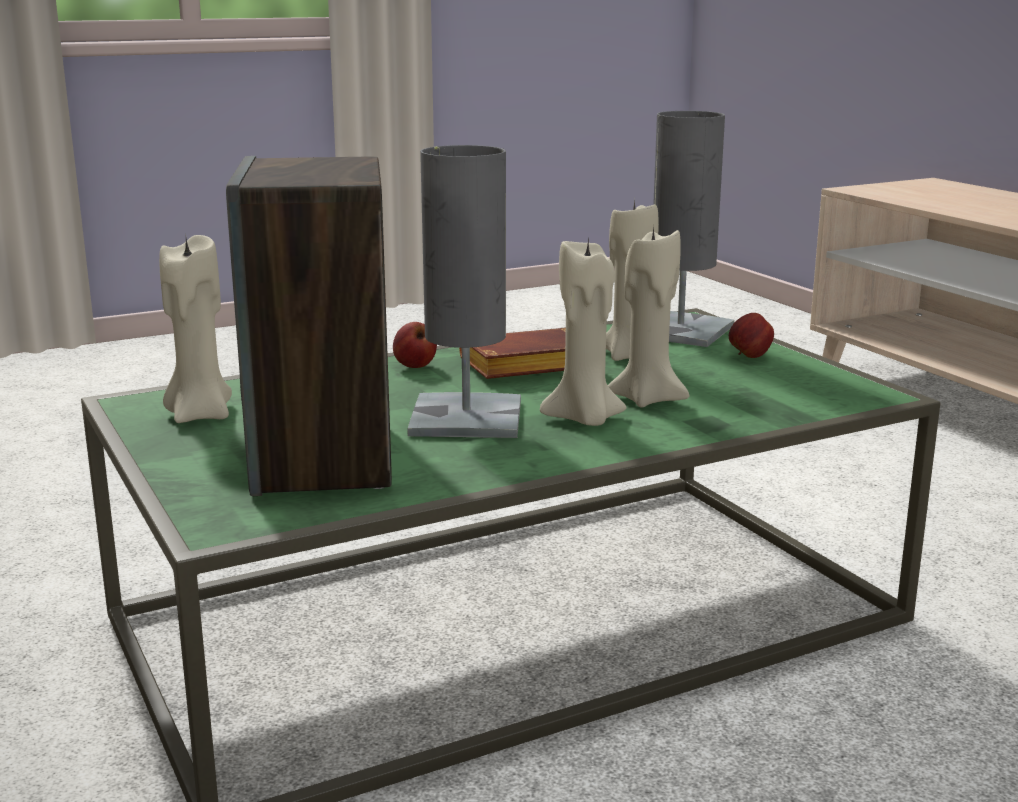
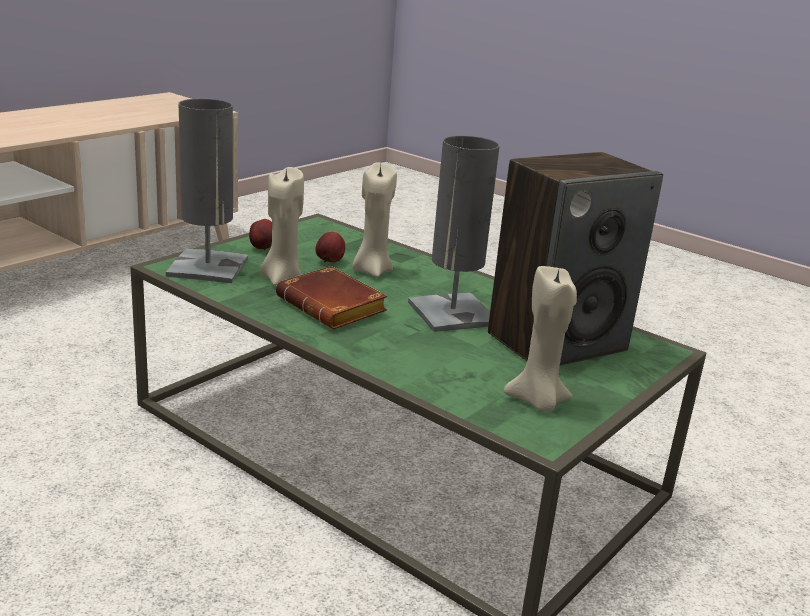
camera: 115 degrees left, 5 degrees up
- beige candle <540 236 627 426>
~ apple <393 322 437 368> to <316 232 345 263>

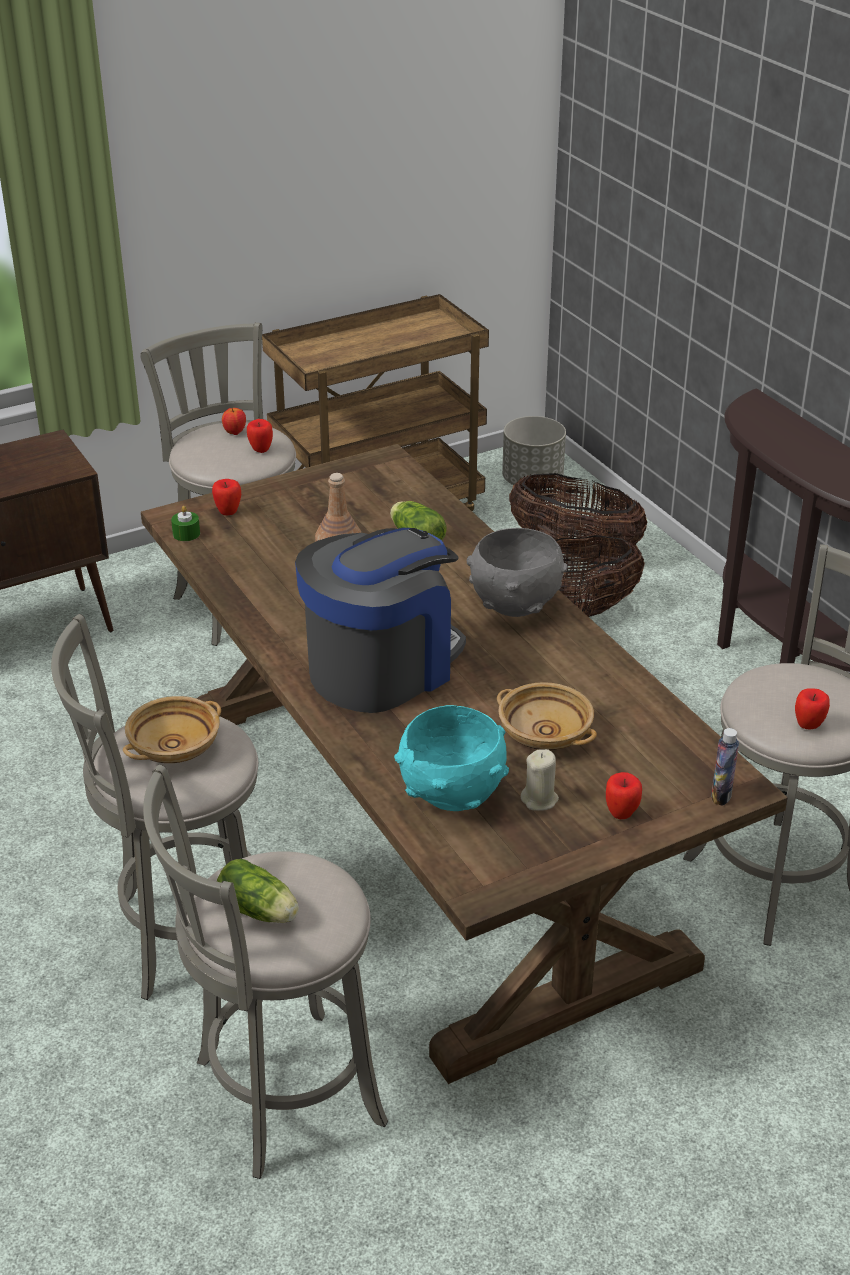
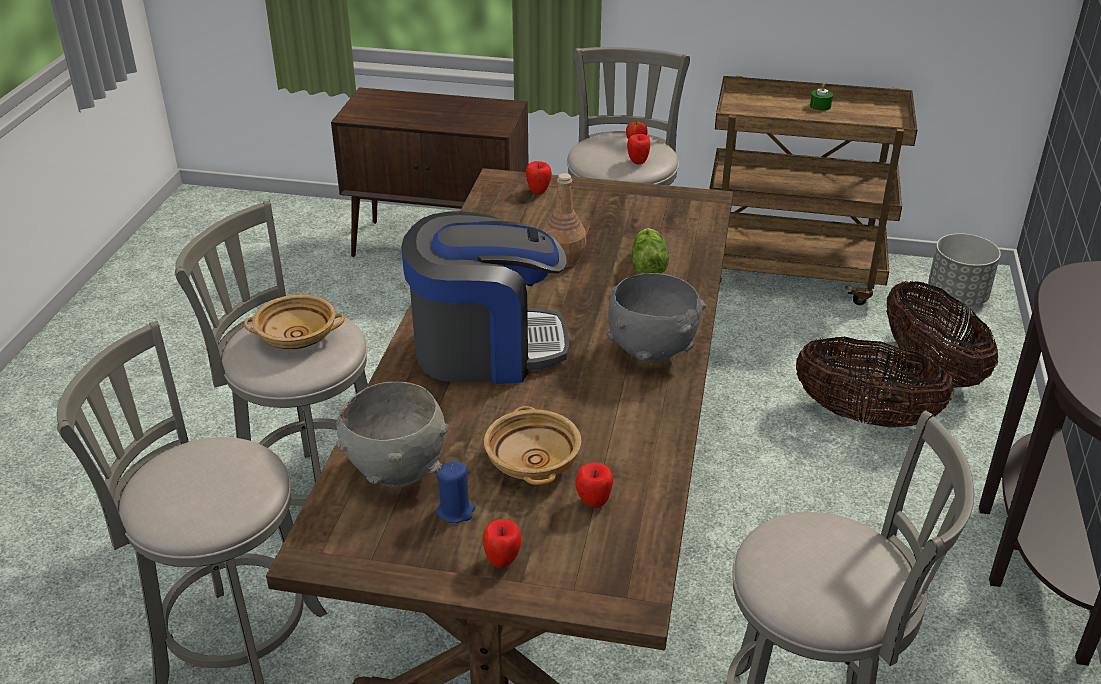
camera: 40 degrees right, 0 degrees up
~ green candle <171 506 200 541> to <810 83 833 111>
~ apple <795 689 830 729> to <576 462 613 508>
~ turquoise bowl <394 705 509 811> to grey bowl <336 382 449 488>
- bottle <711 728 739 806>
~ beige candle <521 749 559 811> to blue candle <436 461 476 523>
- lettuce <217 859 299 923>

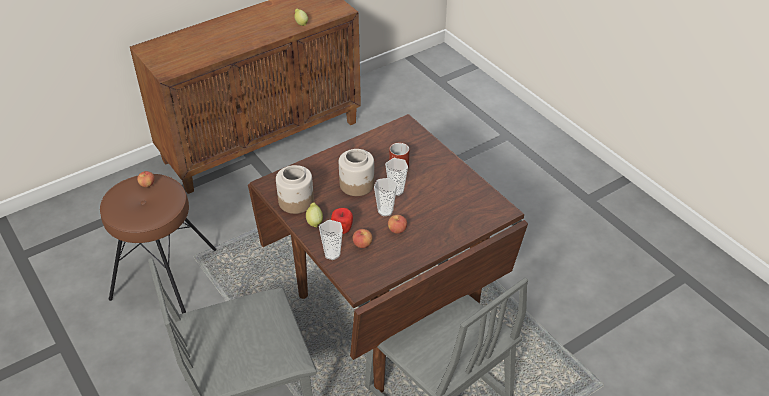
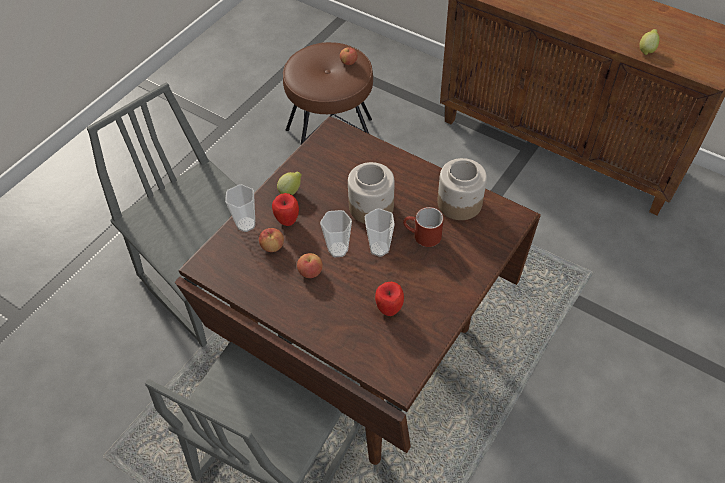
camera: 70 degrees right, 10 degrees up
~ jar <276 165 314 214> to <437 158 487 220>
+ apple <375 282 404 316>

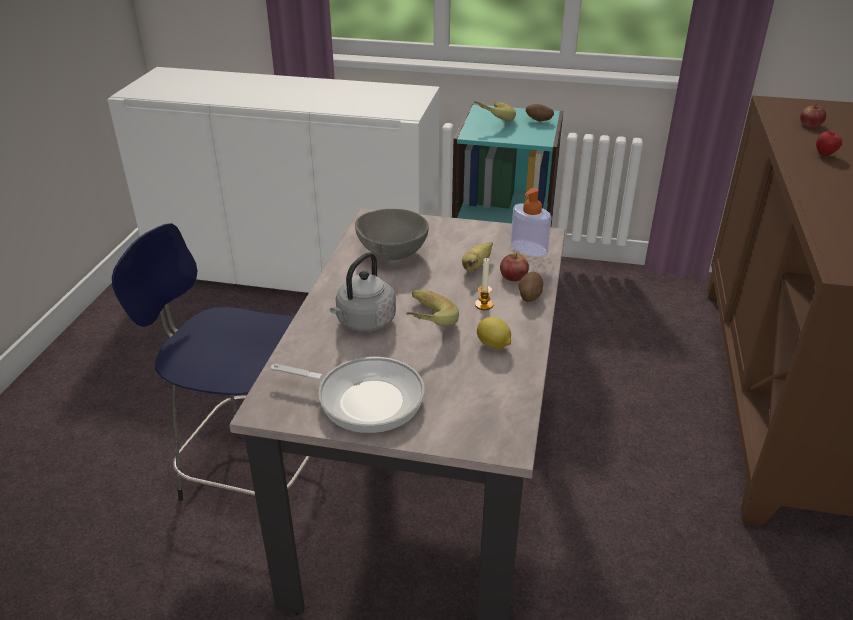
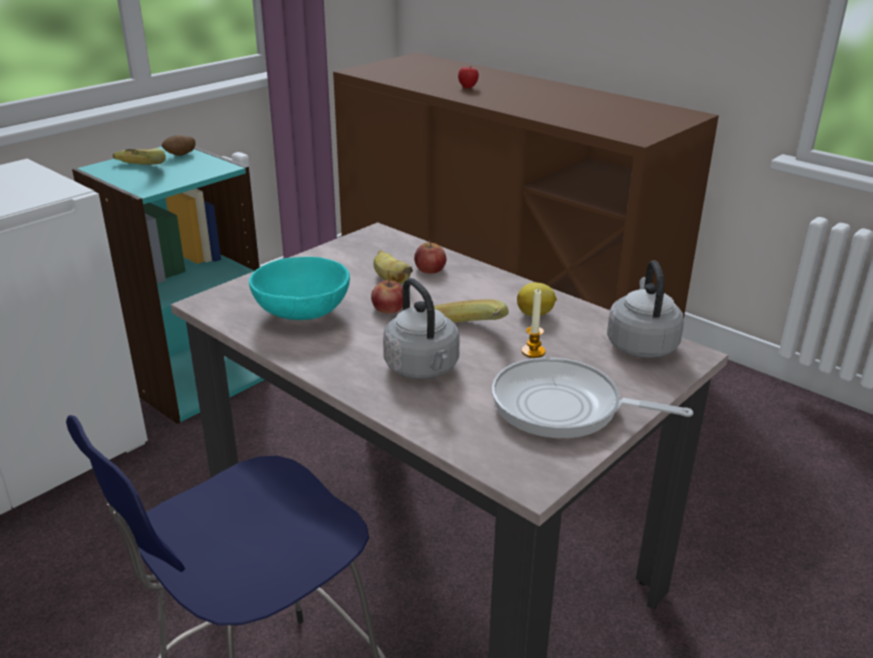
camera: 60 degrees left, 5 degrees down
~ apple <800 104 826 127> to <371 280 403 314>
- soap dispenser <511 188 552 257>
~ grey bowl <355 209 429 260> to turquoise bowl <249 257 350 320>
~ candle <475 257 493 310> to <522 289 545 358>
- potato <518 272 543 302>
~ frying pan <270 357 424 433> = <492 357 693 438> 120 degrees counterclockwise
+ grey kettle <607 260 684 358>

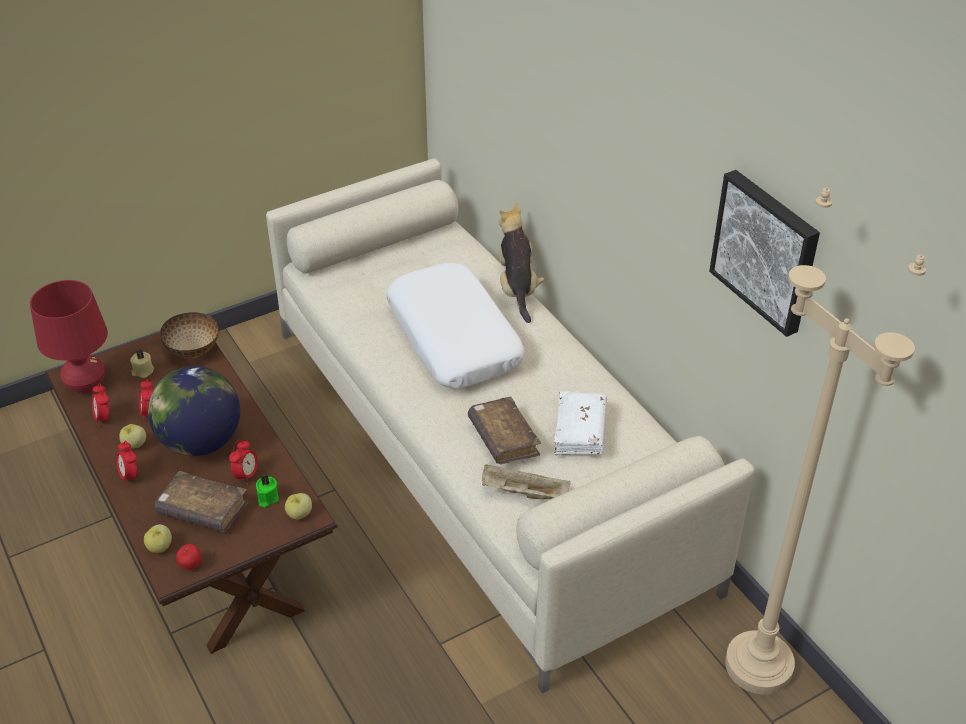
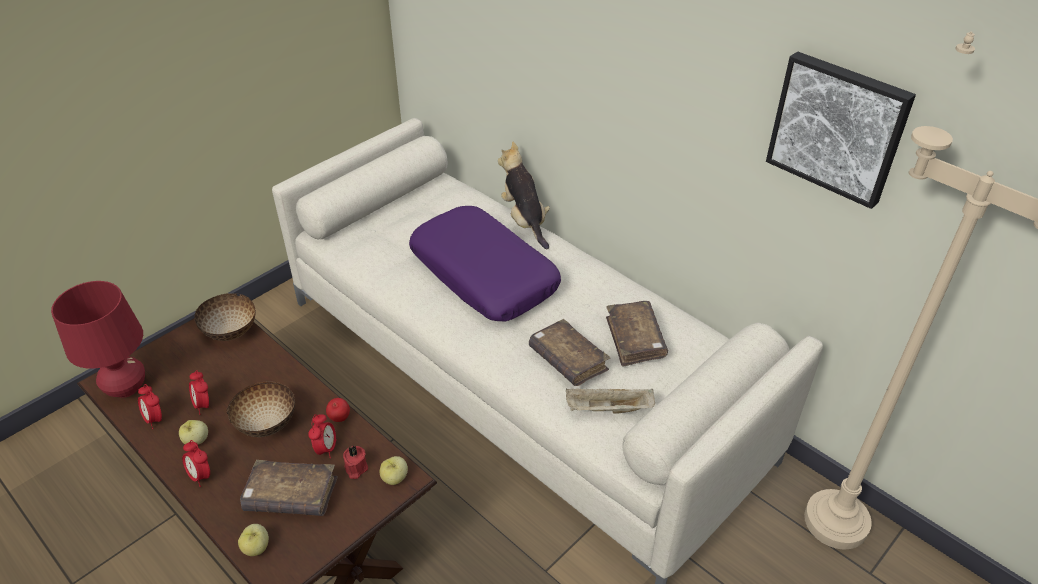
camera: 15 degrees left, 0 degrees up
~ white pillow <386 263 525 389> to purple pillow <409 206 561 321>
- beige candle <130 349 154 378>
~ globe <148 366 240 456> to bowl <226 381 295 437>
~ white book <554 391 607 455> to brown book <606 301 668 367>
~ green candle <256 474 279 507> to red candle <343 446 368 479>
~ apple <176 544 202 570> to <326 398 350 422>

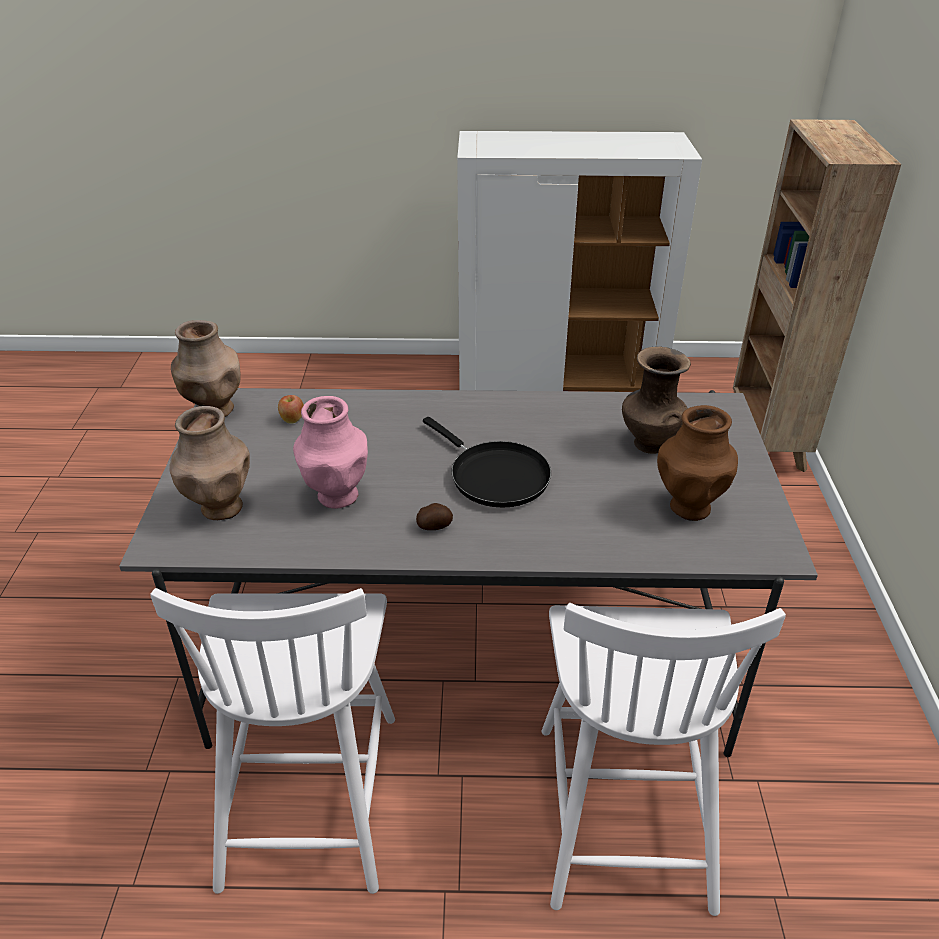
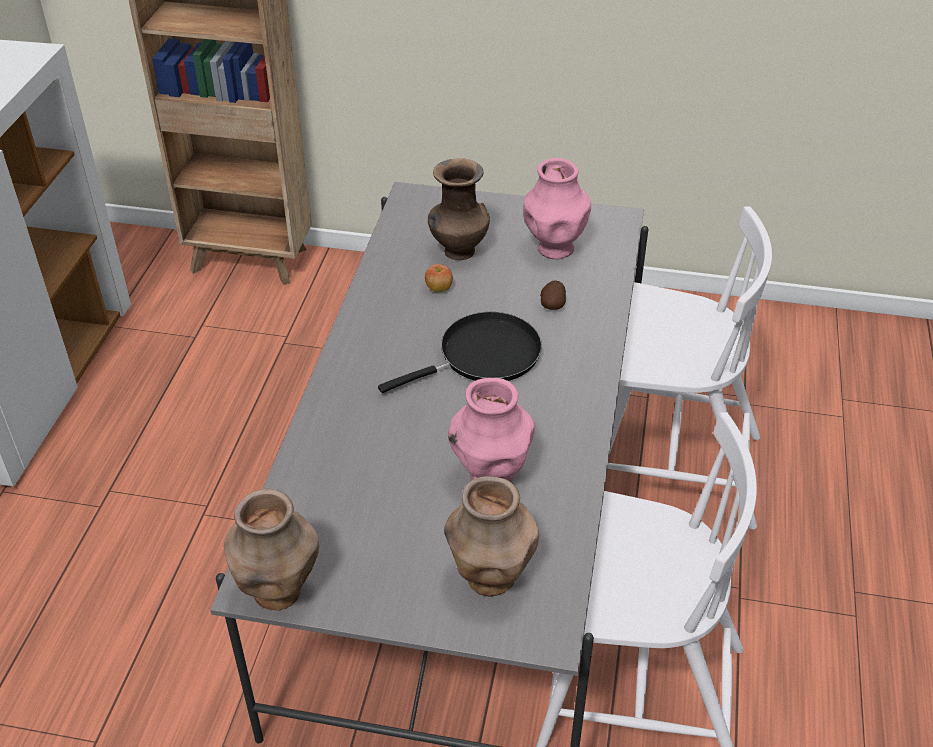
camera: 80 degrees left, 5 degrees up
~ apple <278 395 304 424> to <425 264 453 292>
~ brown vase <657 405 738 521> to pink vase <523 158 591 259>
~ potato <416 503 453 530> to <540 280 566 310>

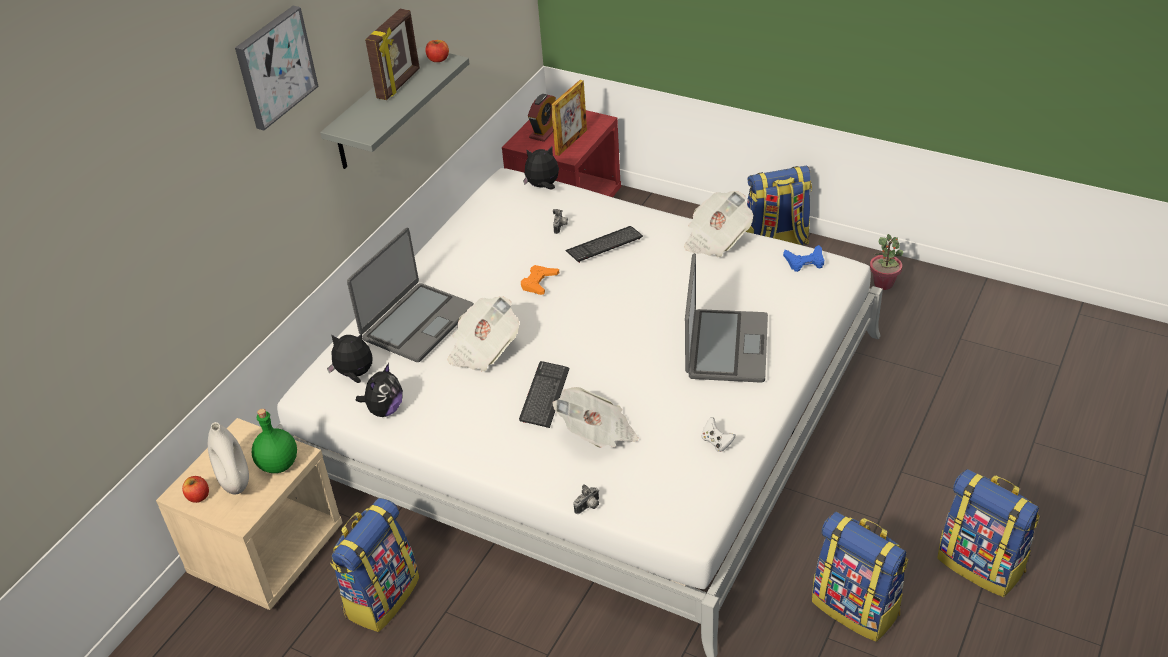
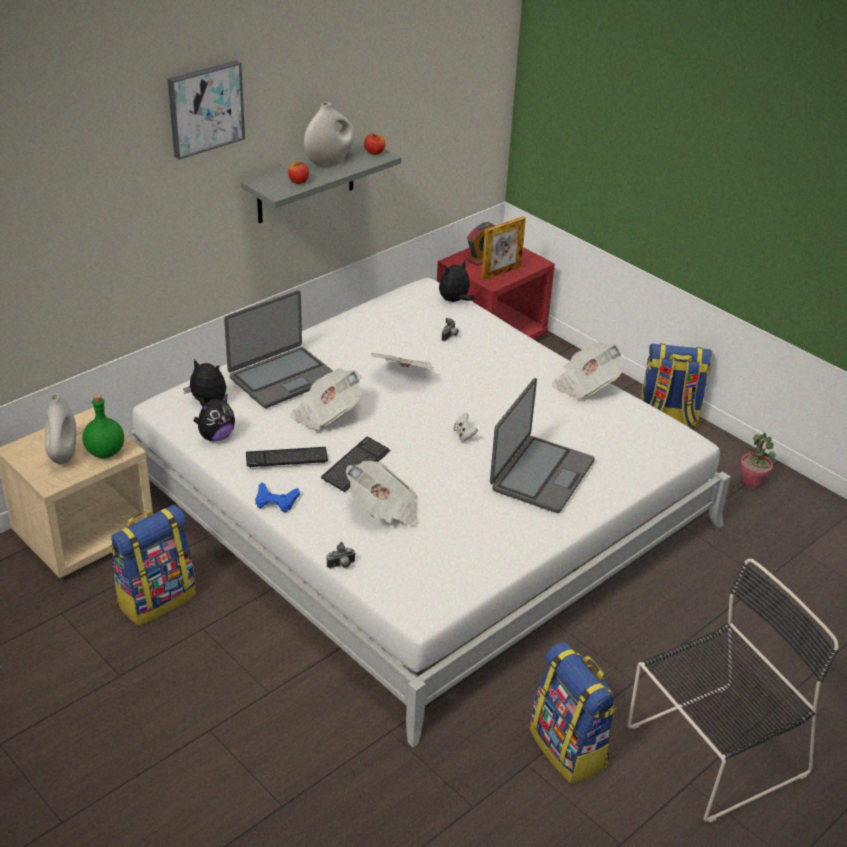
camera: 15 degrees right, 5 degrees down
~ picture frame <365 9 420 100> to white vase <304 102 355 168>
~ plush toy <523 147 559 190> = <439 261 474 302> 45 degrees counterclockwise
~ keyboard <565 226 643 263> to <246 447 328 468>
~ blue game controller <783 245 824 272> to <255 482 300 512>
~ orange game controller <521 265 559 295> to newspaper <371 353 434 370>
~ white game controller <702 417 736 452> to <453 413 478 442>
~ backpack <937 469 1040 597> to black chair <628 559 839 822>
~ apple <182 476 209 503> to <288 162 309 184>

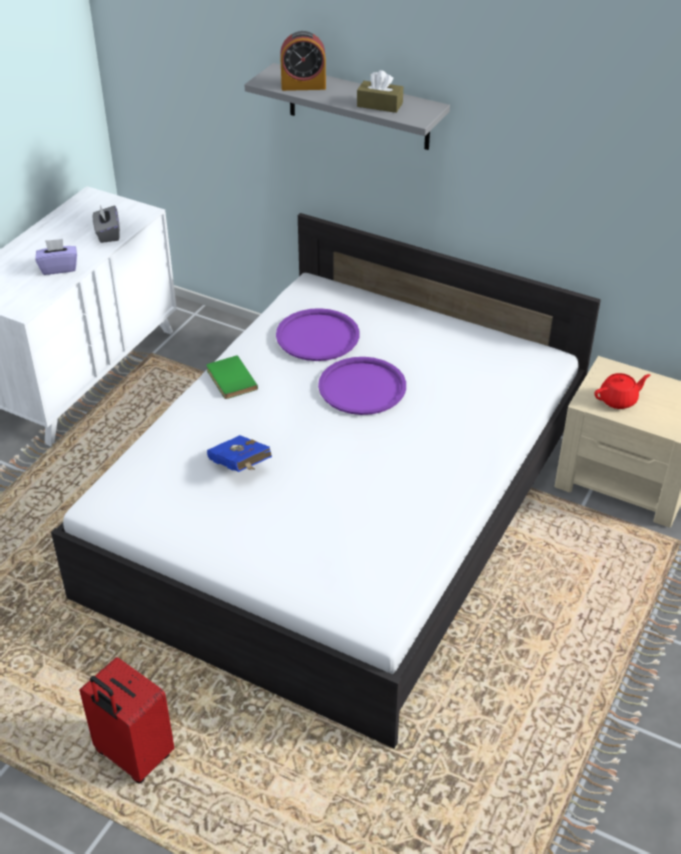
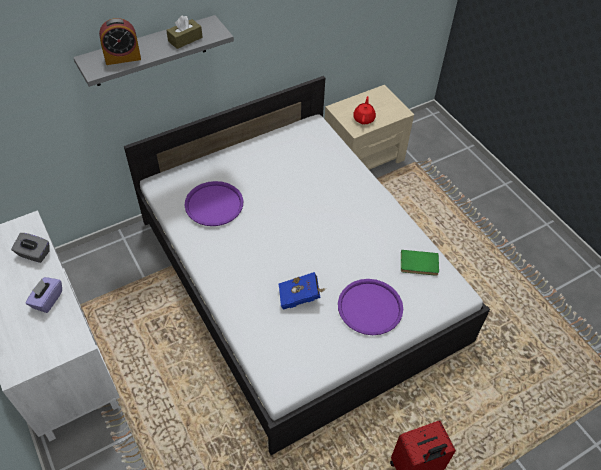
camera: 60 degrees left, 10 degrees up
~ alarm clock <280 31 326 91> = <99 18 141 65> 45 degrees clockwise
~ green book <206 355 258 399> to <401 250 439 276>
~ purple tray <318 357 406 415> to <338 279 403 335>

